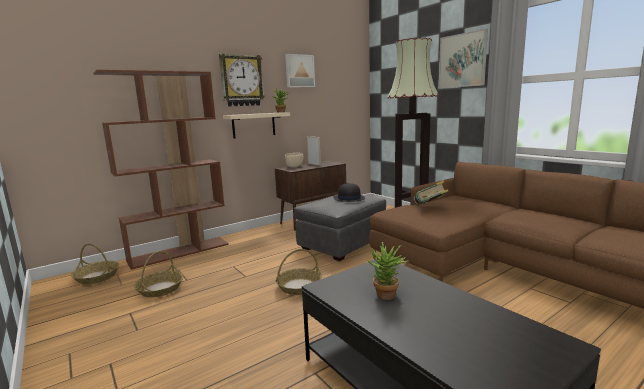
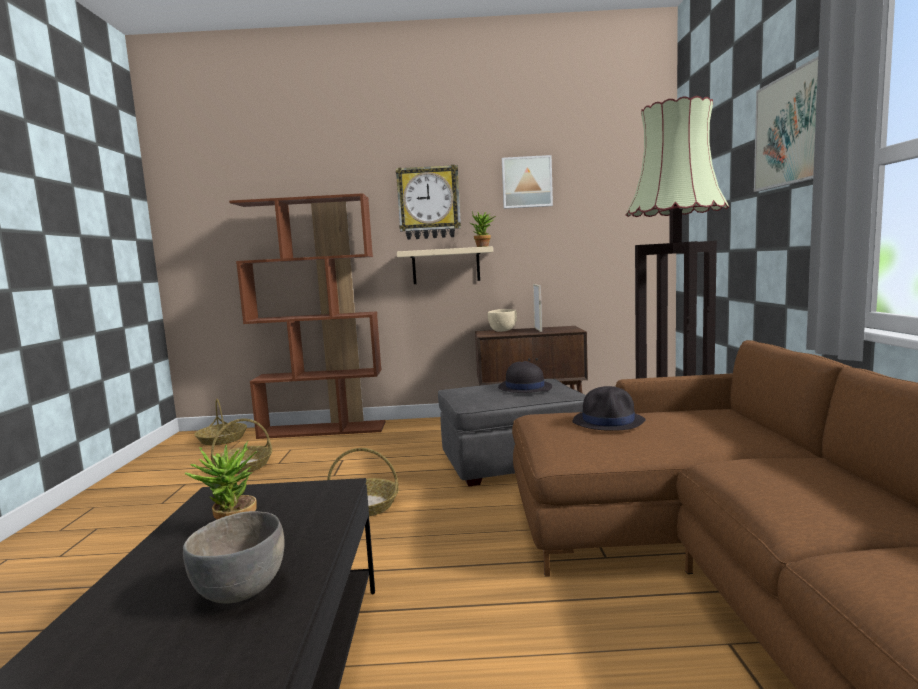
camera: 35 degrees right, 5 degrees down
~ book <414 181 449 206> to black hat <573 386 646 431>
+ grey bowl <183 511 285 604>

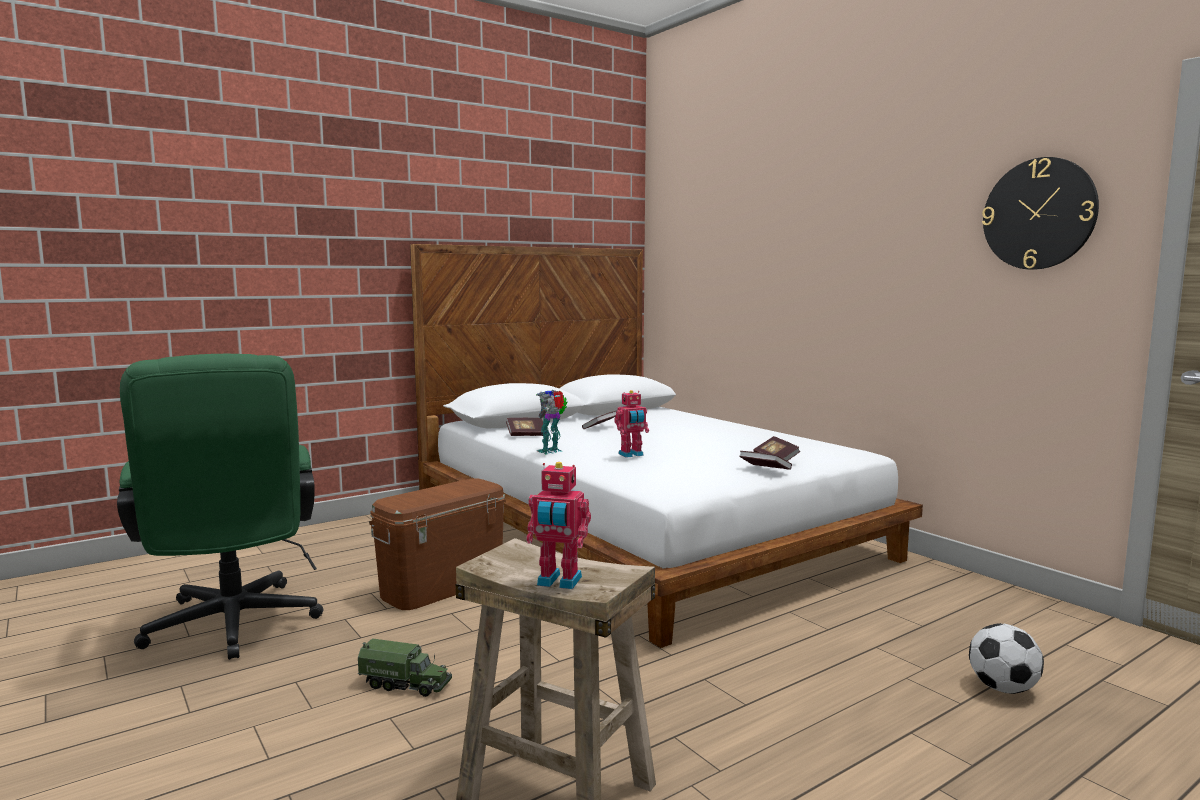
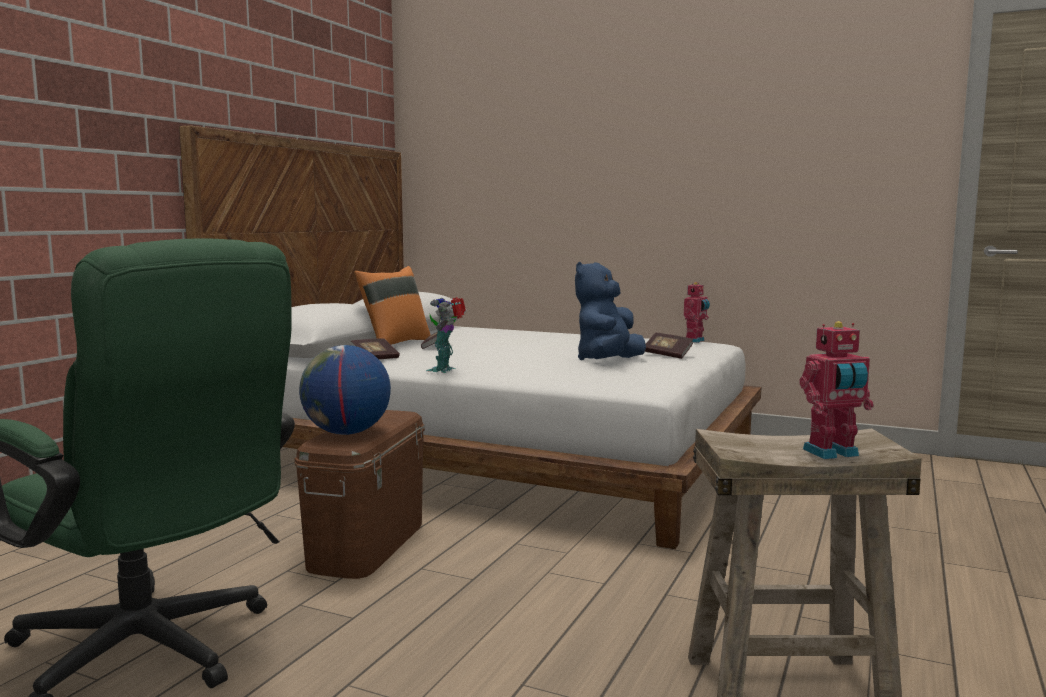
camera: 30 degrees left, 0 degrees up
- wall clock <982 157 1099 270>
~ toy robot <614 390 649 458> to <684 282 710 343>
- book <739 451 792 470>
- football <969 623 1044 694>
- toy truck <358 638 452 697>
+ blue plush toy <575 262 646 360>
+ orange pillow <354 266 430 345>
+ globe <299 345 391 435>

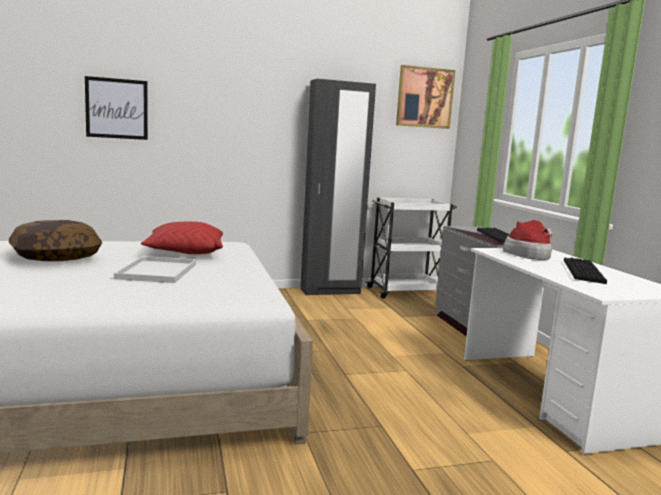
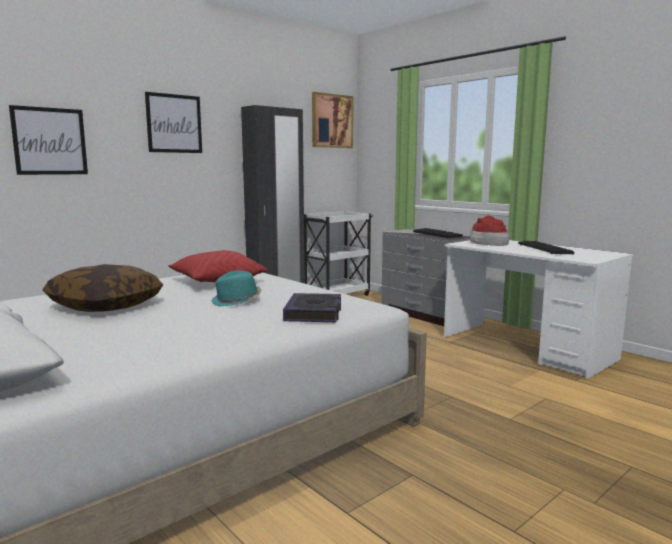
camera: 25 degrees left, 0 degrees up
~ white tray <114 256 196 283> to turquoise hat <212 271 261 306>
+ picture <145 92 202 153>
+ book <283 293 341 322>

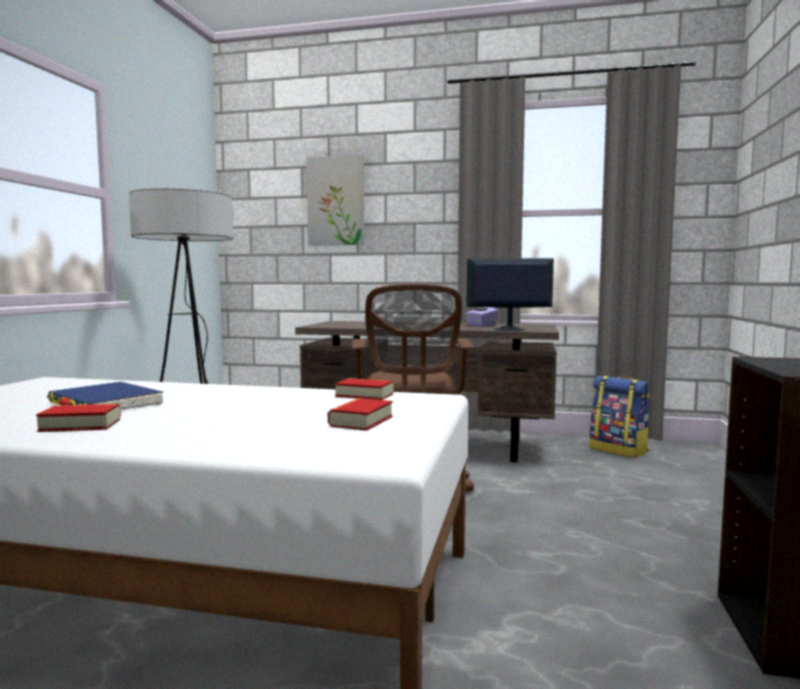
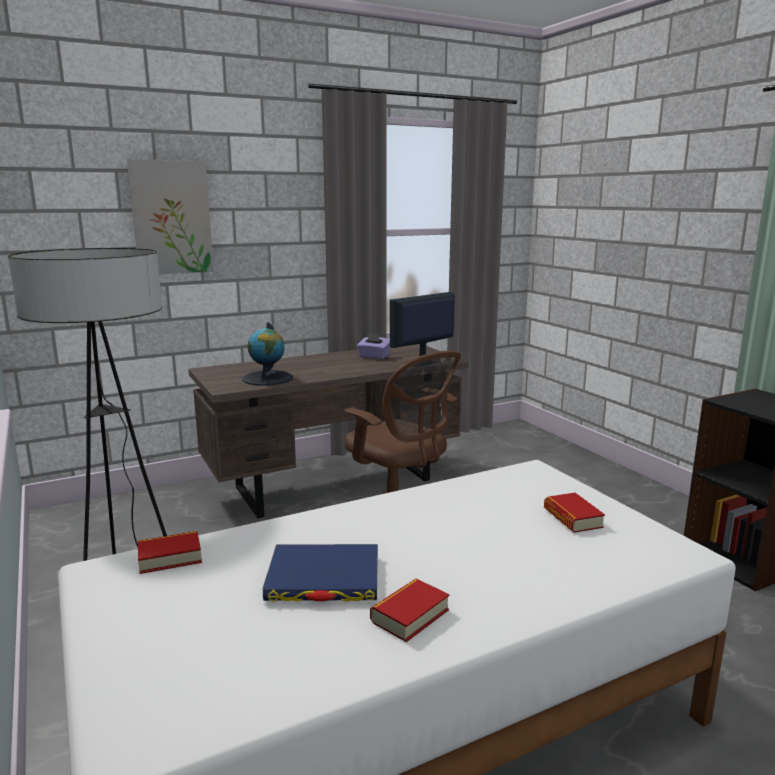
camera: 40 degrees left, 10 degrees up
- backpack <589 375 650 458>
~ book <335 378 394 400> to <138 531 202 574>
+ globe <242 322 293 386>

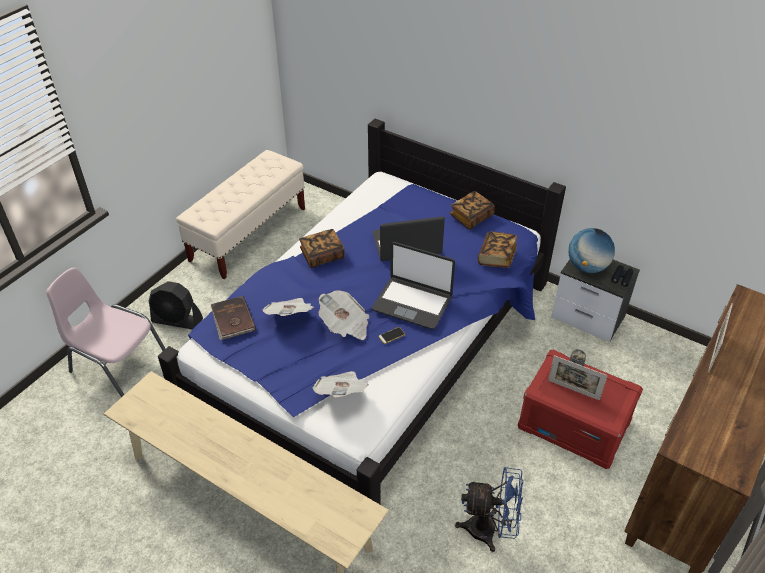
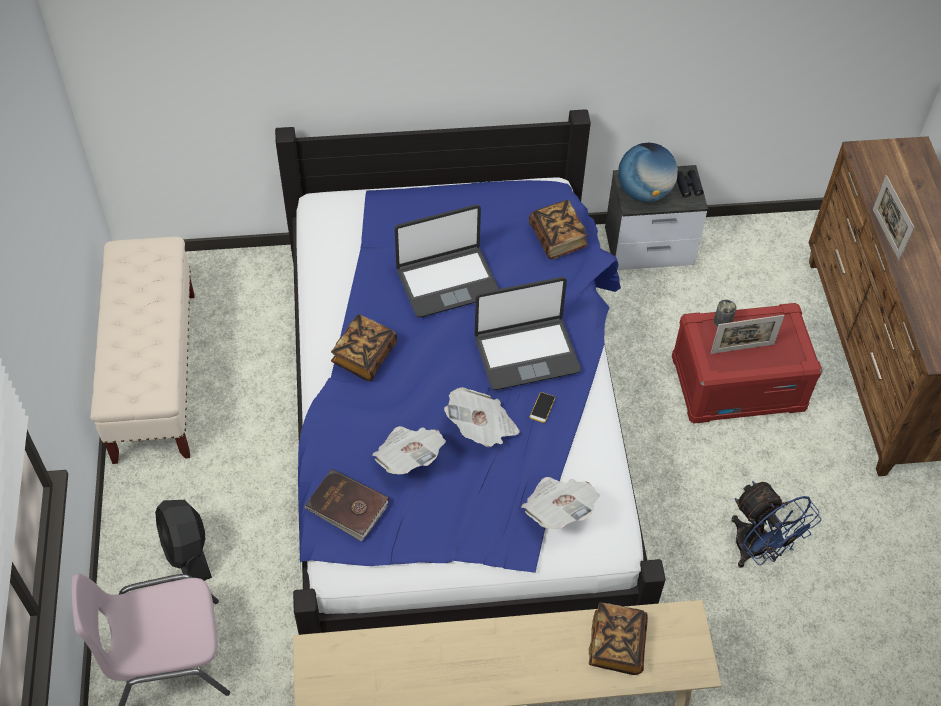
camera: 40 degrees left, 10 degrees up
~ book <450 191 495 230> to <589 603 648 675>
~ laptop <372 216 445 261> = <395 204 499 318> 150 degrees counterclockwise
~ black fan <149 281 203 330> = <155 500 212 581> 90 degrees clockwise
~ blue fan <455 467 523 552> = <731 481 821 568> 90 degrees clockwise

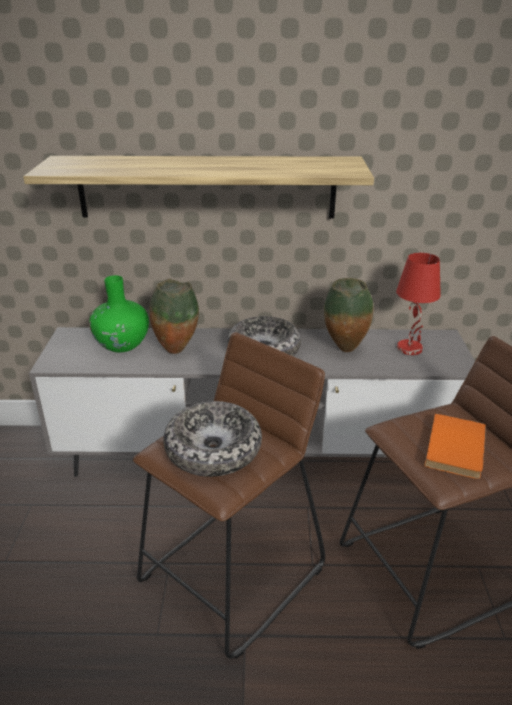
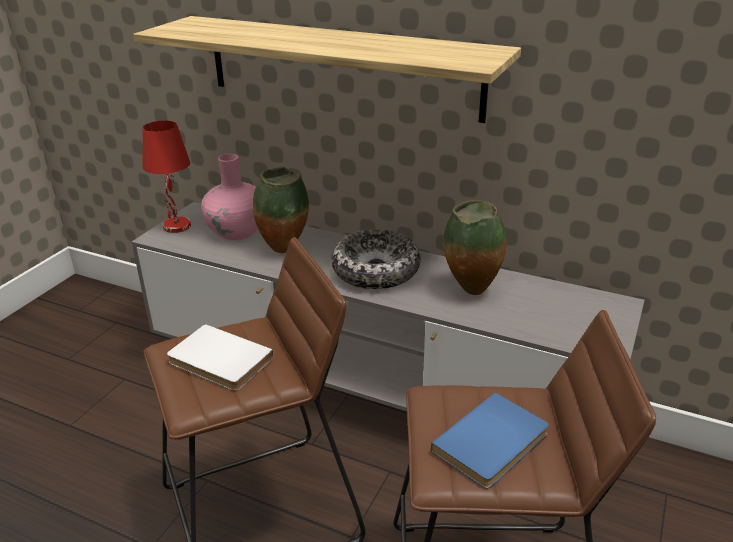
camera: 25 degrees right, 0 degrees up
~ red table lamp <396 253 441 355> to <143 120 191 233>
~ green vase <89 275 149 352> to pink vase <201 154 258 240>
~ bowl <163 401 262 477> to white book <167 324 274 391>
~ orange book <425 413 486 479> to blue book <431 393 549 489>

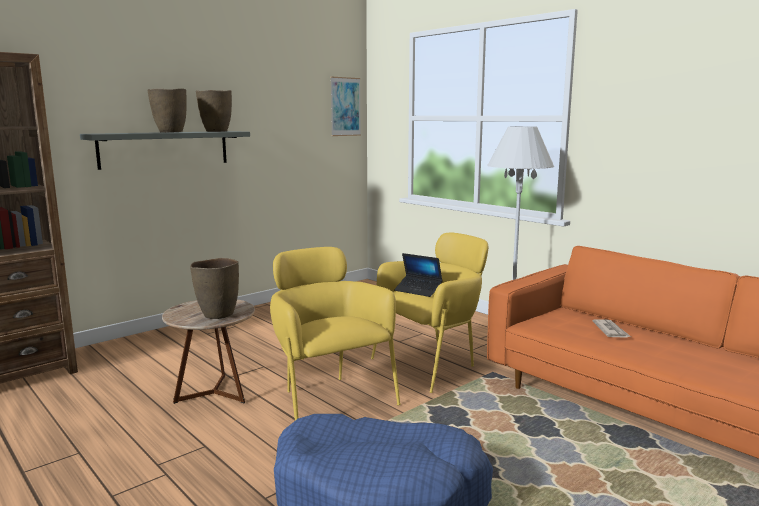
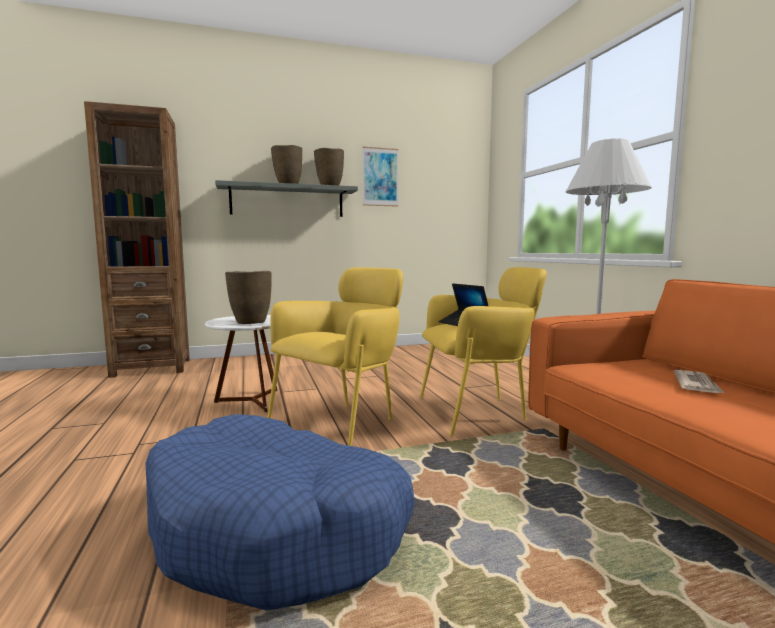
camera: 25 degrees right, 5 degrees down
~ picture <330 77 361 136> to <362 147 399 207>
~ yellow armchair <270 247 400 420> = <267 267 403 446> 45 degrees clockwise
~ brown side table <162 299 255 404> to white side table <205 315 277 412>

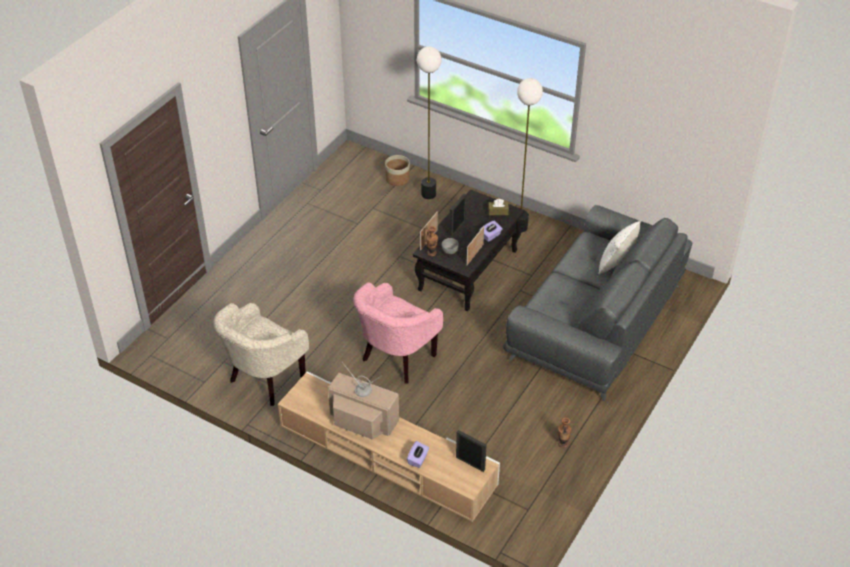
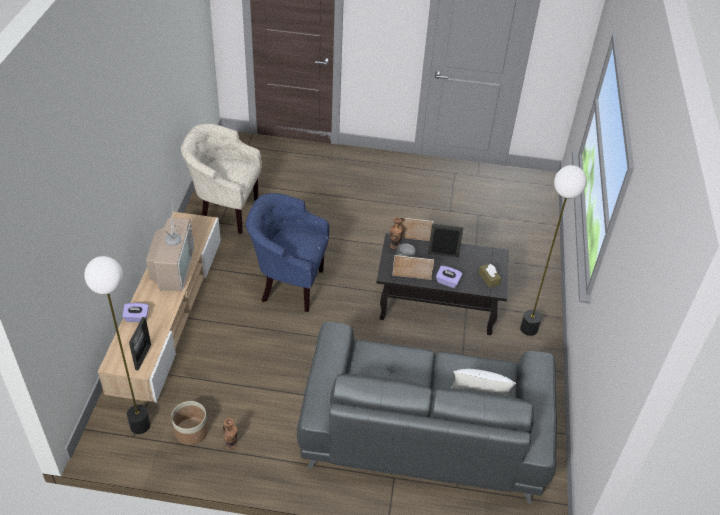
camera: 65 degrees right, 0 degrees up
~ floor lamp <417 46 441 199> to <84 256 151 434>
~ planter <385 155 410 186> to <171 401 208 445>
~ pink armchair <353 282 443 384> to blue armchair <246 193 329 312>

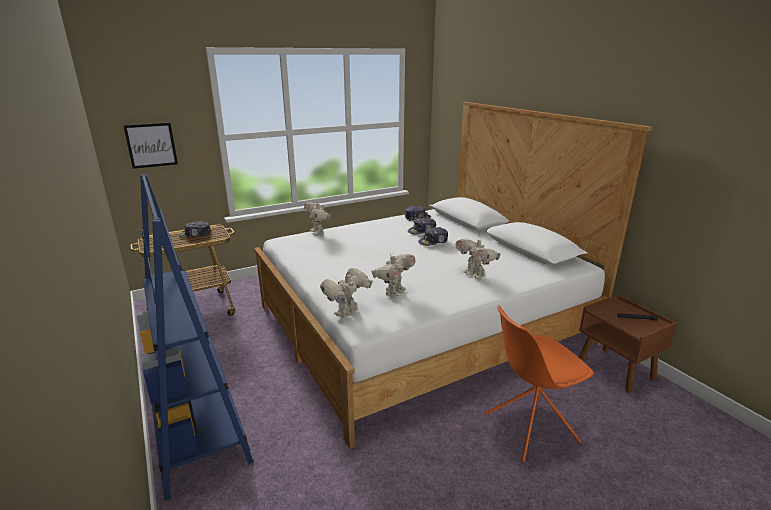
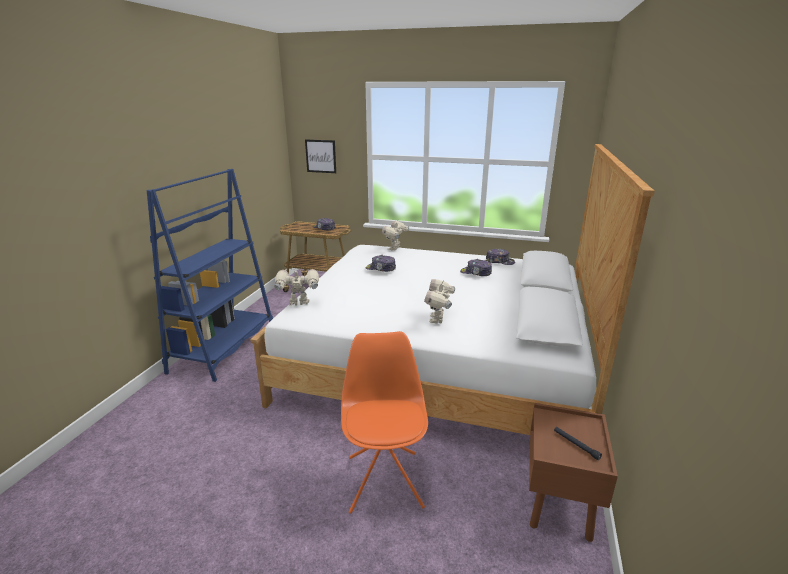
camera: 45 degrees right, 0 degrees up
~ cap <418 227 448 246> to <366 255 396 272>
- toy robot <371 251 415 298>
~ orange chair <485 305 594 462> = <341 331 428 514> 60 degrees clockwise

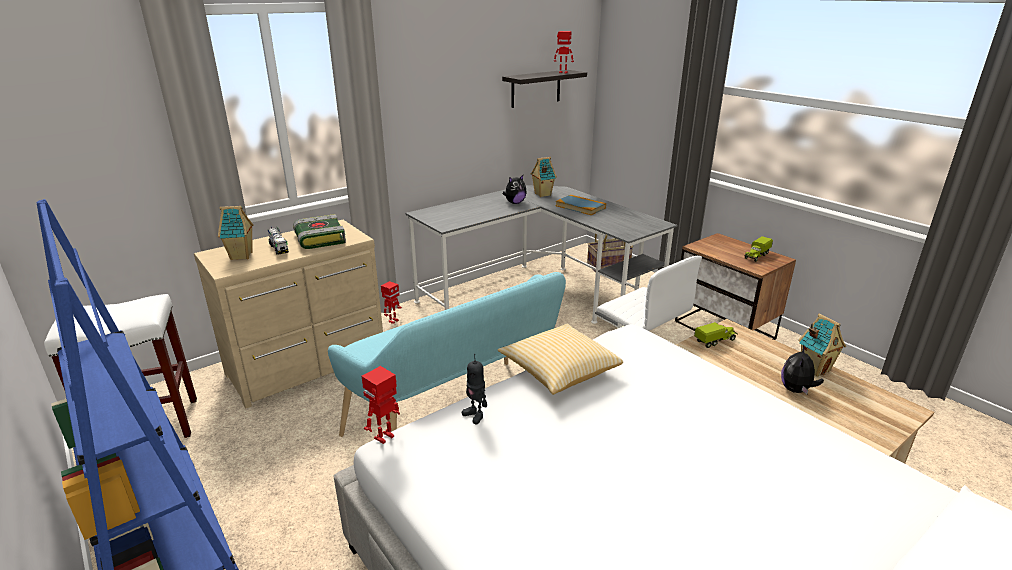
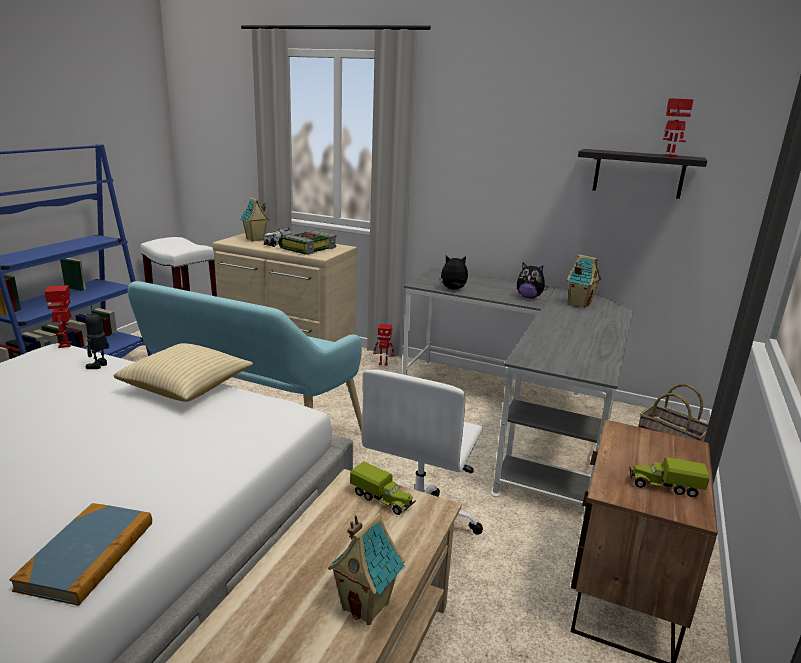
camera: 60 degrees right, 5 degrees down
~ book <556 195 606 215> to <9 503 152 606>
~ plush toy <781 345 824 394> to <440 255 468 290>
~ toy robot <362 366 400 444> = <45 285 72 348> 120 degrees counterclockwise

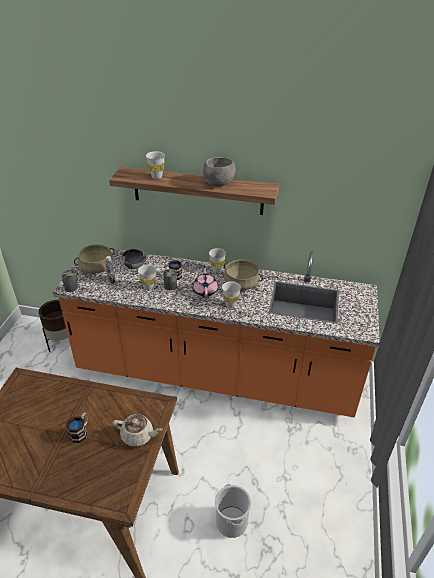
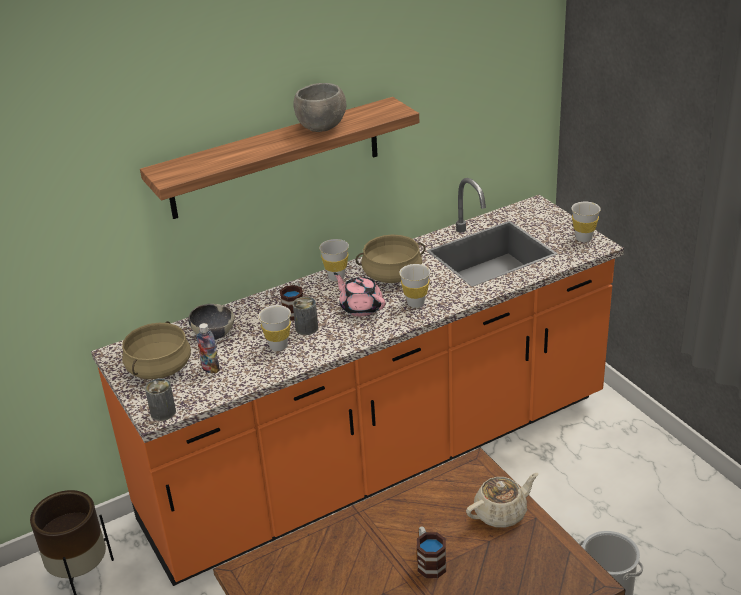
camera: 40 degrees left, 5 degrees down
~ white cup <146 151 165 179> to <572 202 601 242>

